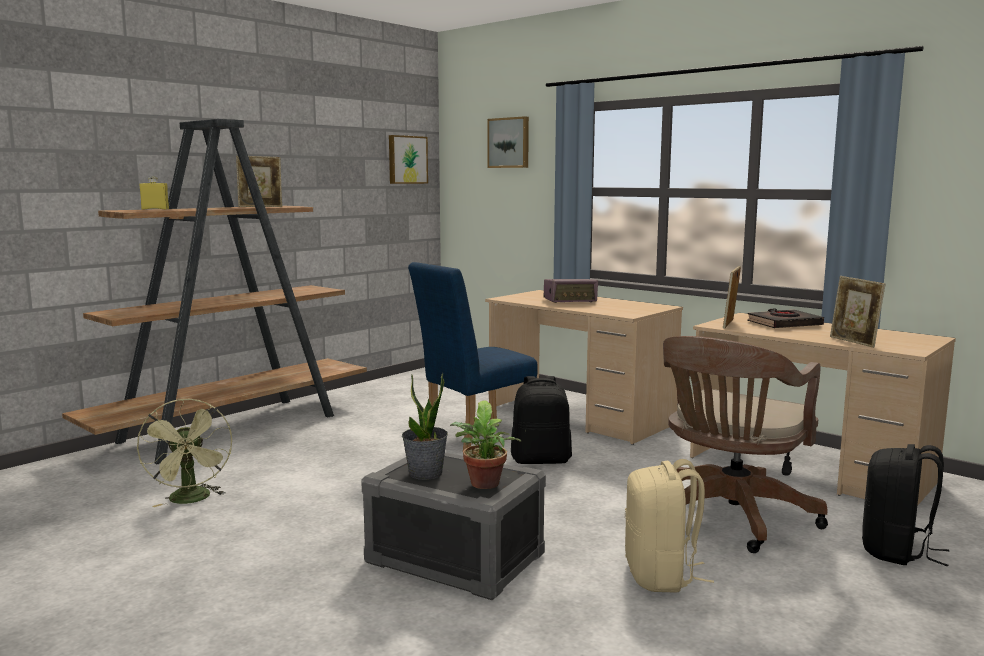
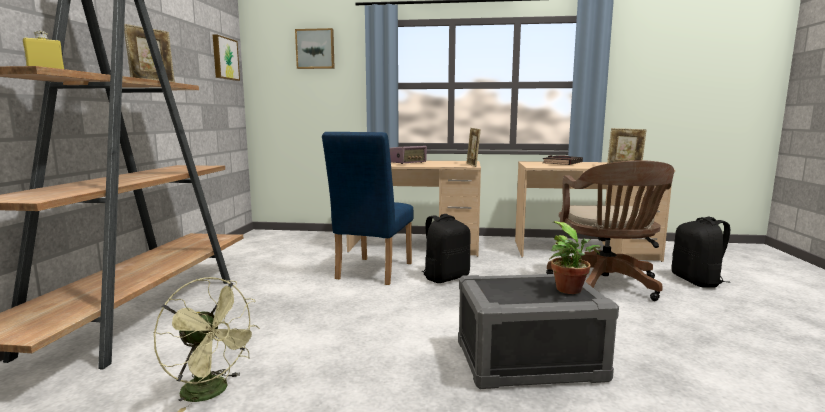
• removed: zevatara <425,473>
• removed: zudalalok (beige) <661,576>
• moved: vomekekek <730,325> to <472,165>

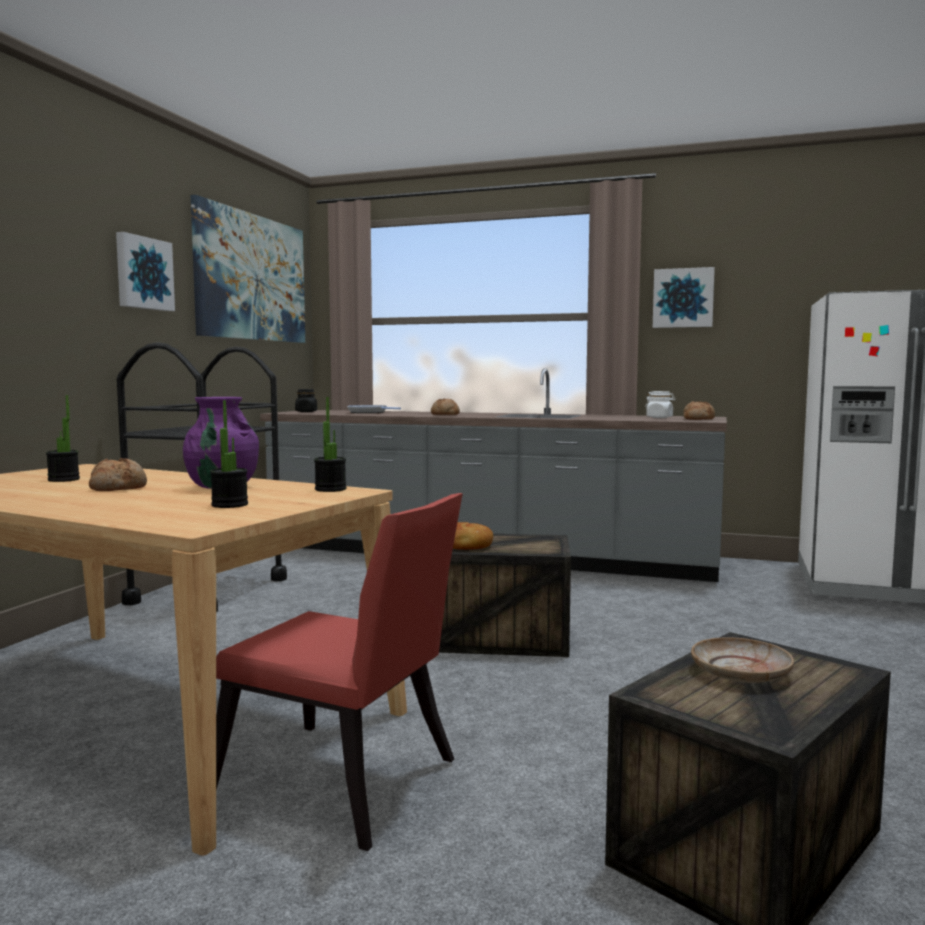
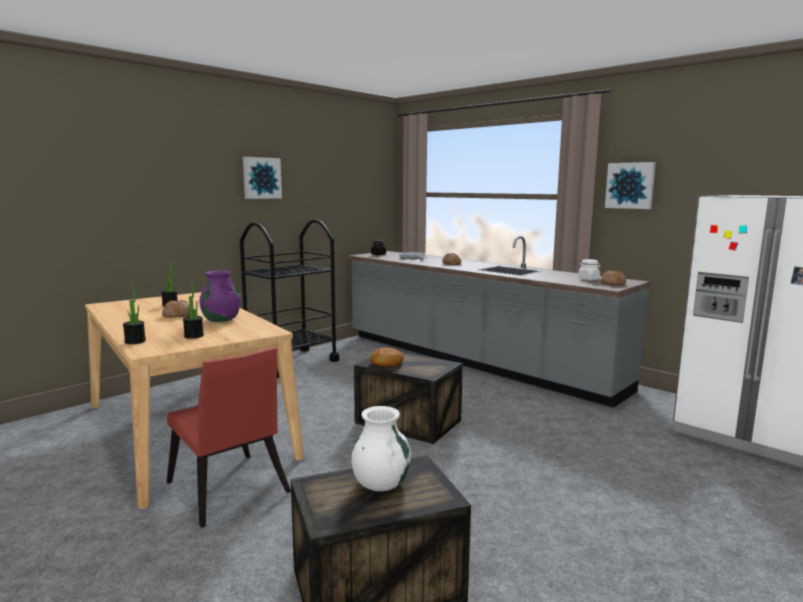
• removed: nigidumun <252,277>
• moved: zevatara <330,489> to <135,341>
• replaced: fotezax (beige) <741,672> to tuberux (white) <380,483>

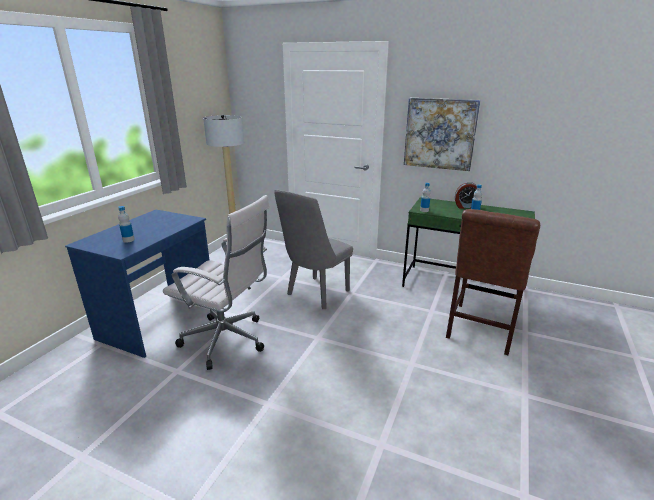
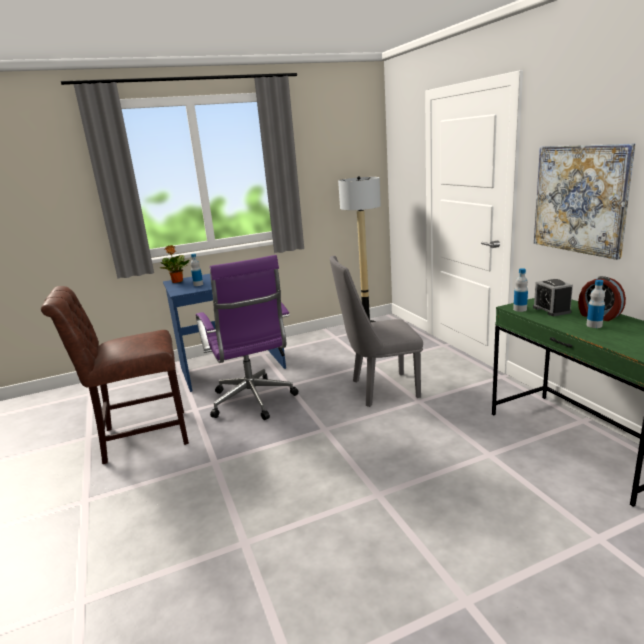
• recoloured: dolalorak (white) <228,341> to dolalorak (purple) <253,402>
• moved: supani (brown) <480,330> to <139,437>
• added: zevatara <177,281>
• added: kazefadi <551,310>

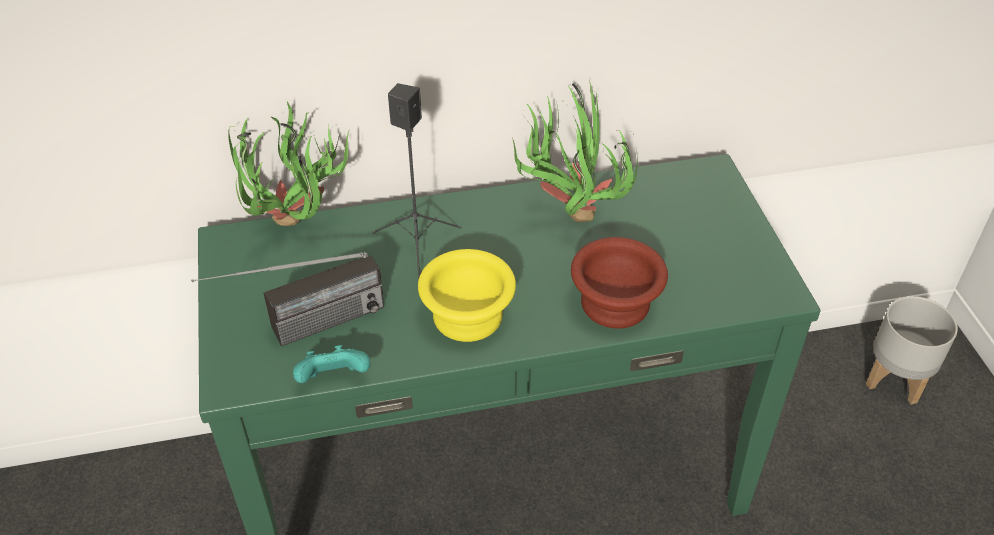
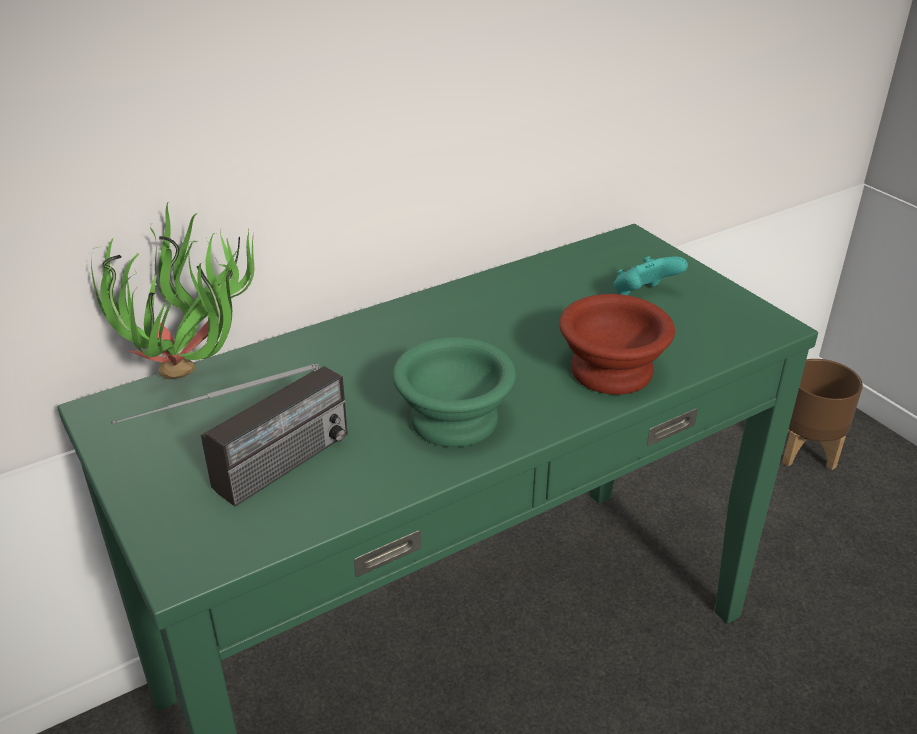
• moved: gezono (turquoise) <334,379> to <643,296>
• removed: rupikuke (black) <418,246>
• recoloured: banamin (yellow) <465,318> to banamin (green) <452,422>
• removed: zevatara <567,215>
• recoloured: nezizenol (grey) <897,379> to nezizenol (brown) <807,451>

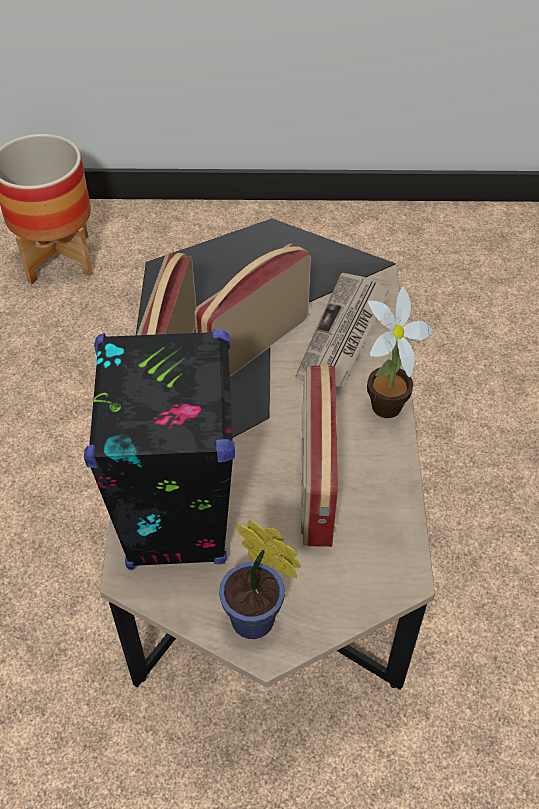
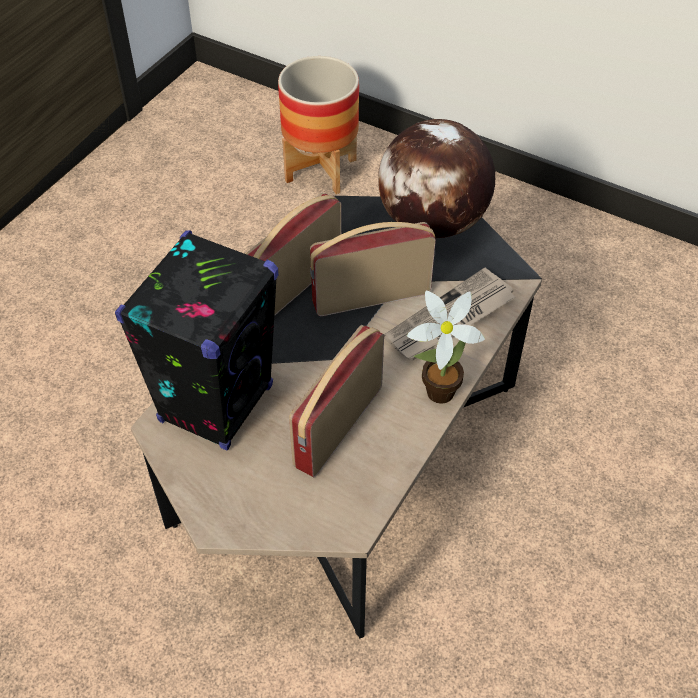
• removed: zevatara <258,623>
• added: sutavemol <433,223>

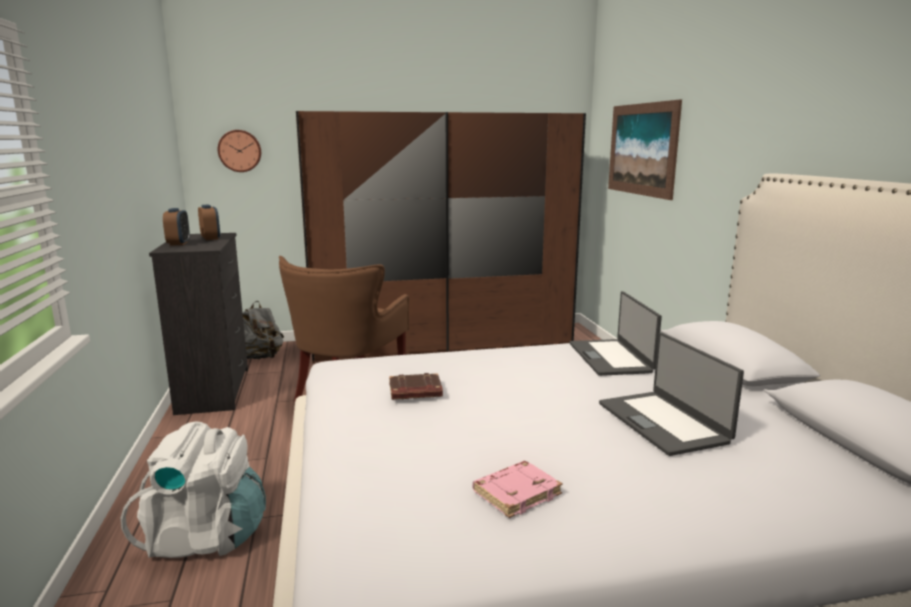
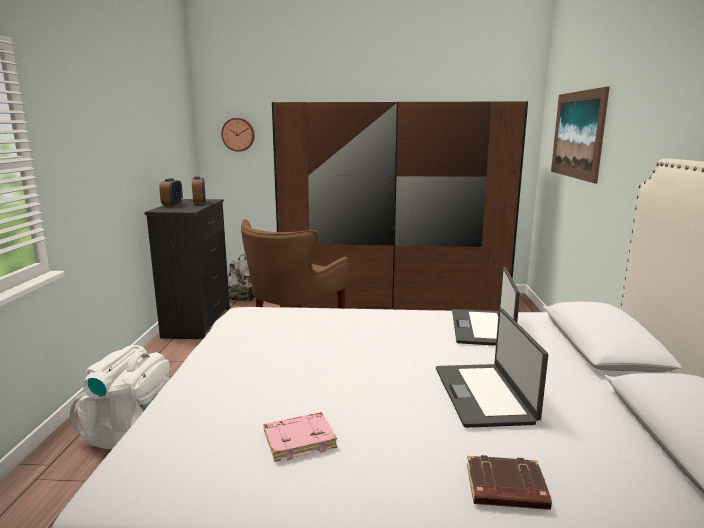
• moved: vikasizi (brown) <415,392> to <505,489>

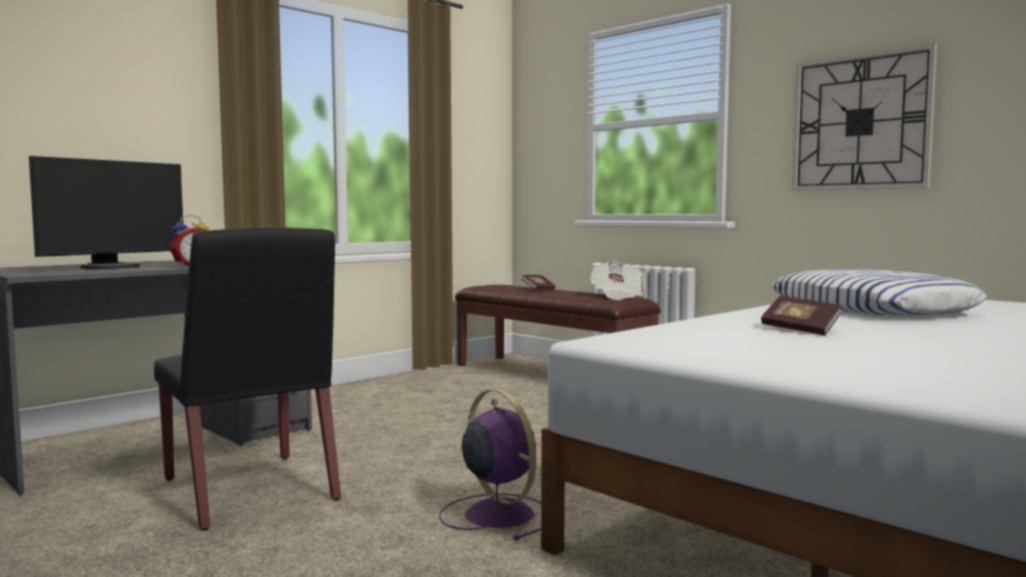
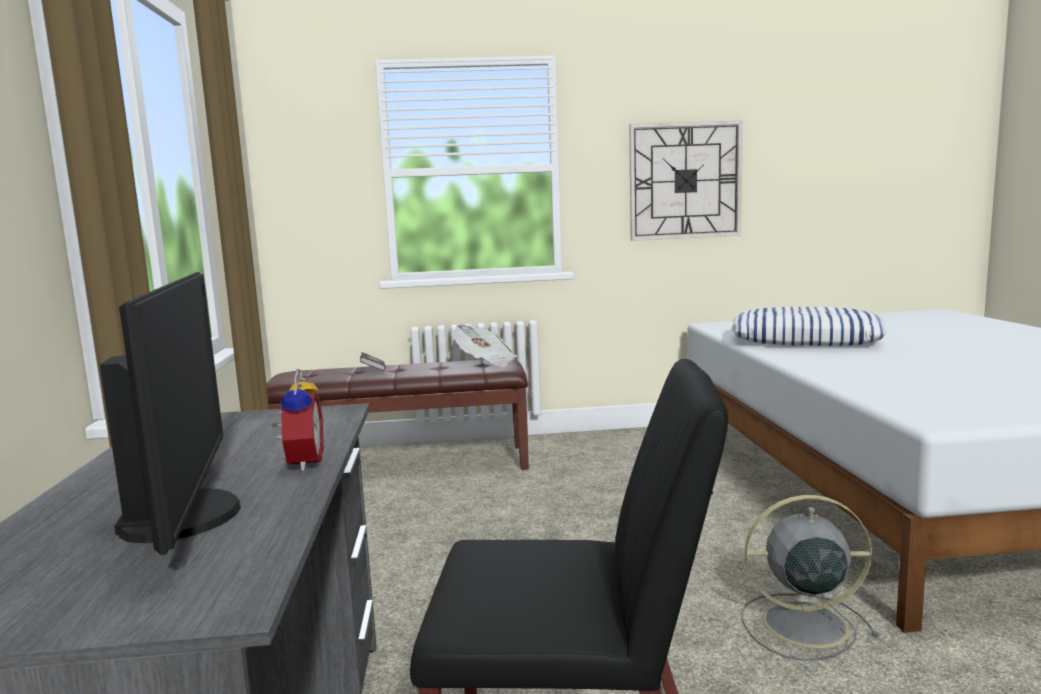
• recoloured: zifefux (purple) <497,514> to zifefux (grey) <800,624>
• removed: vikasizi <800,330>

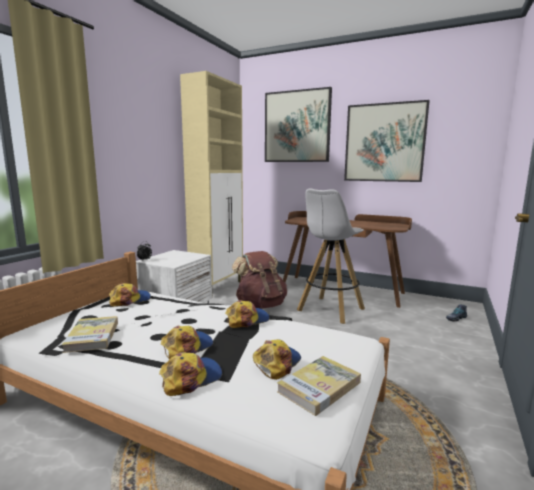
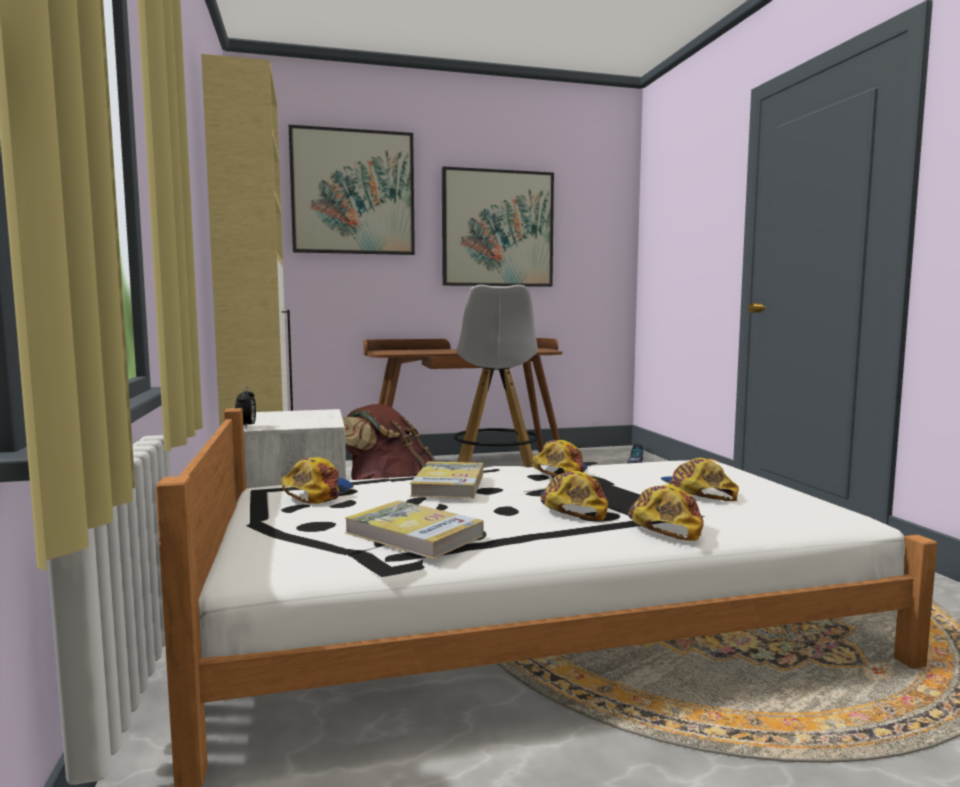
• moved: vikasizi <319,387> to <449,484>

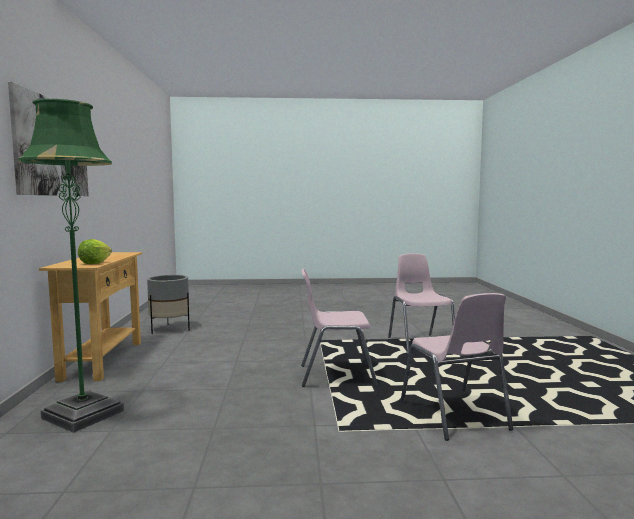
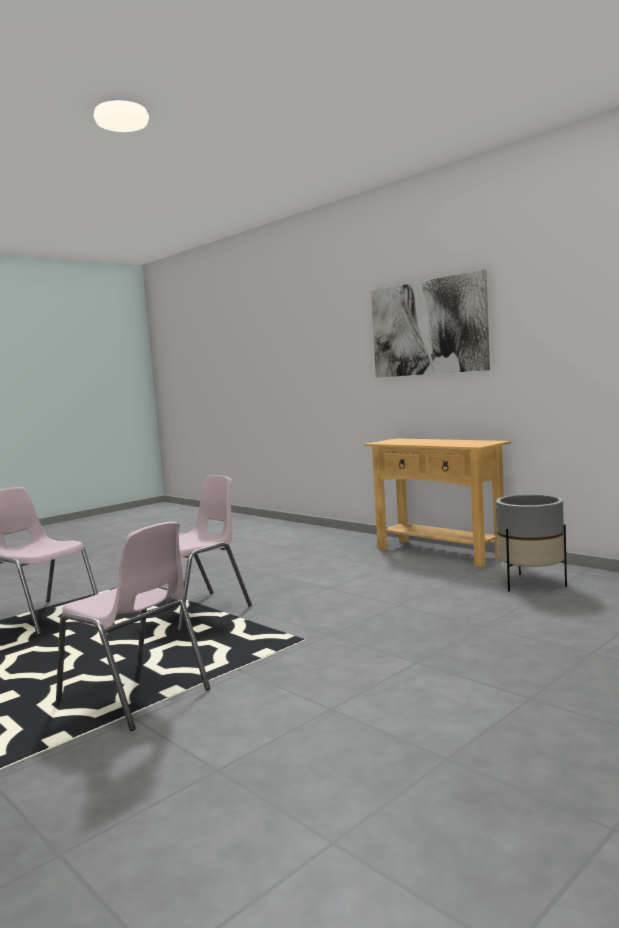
• removed: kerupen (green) <83,415>
• removed: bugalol <95,263>

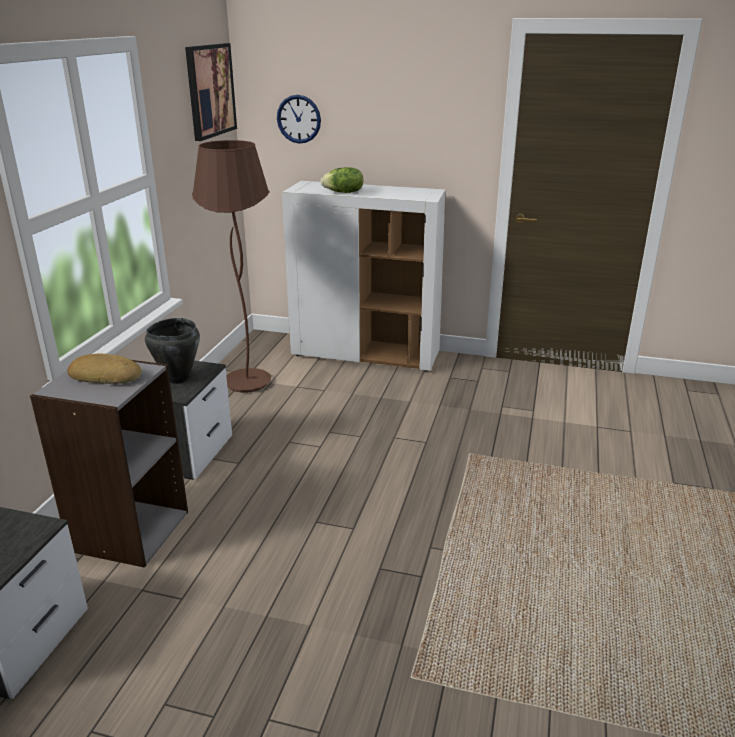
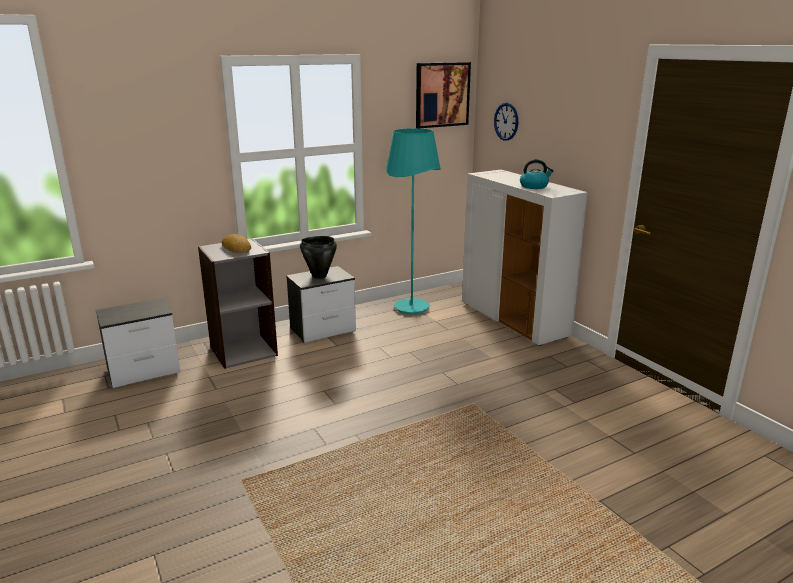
• recoloured: kerupen (brown) <247,382> to kerupen (turquoise) <411,308>
• removed: bugalol <344,192>
• added: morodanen <534,186>

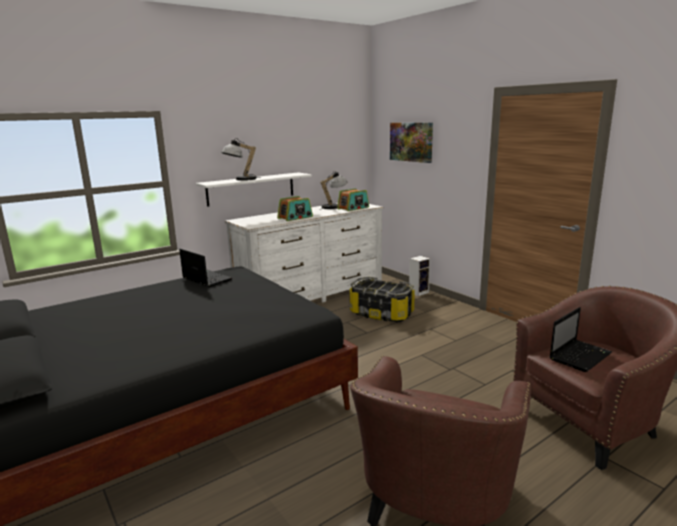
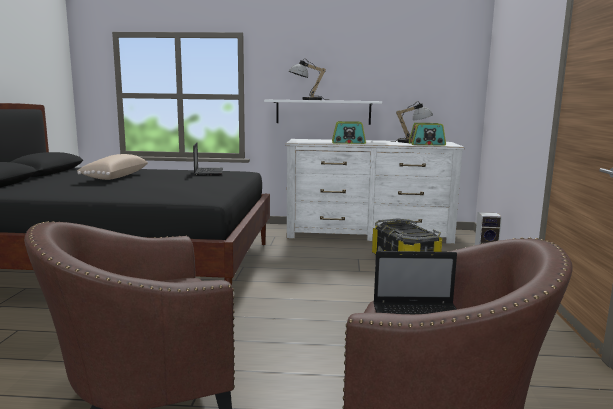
• removed: nigidumun <411,142>
• added: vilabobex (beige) <114,177>

